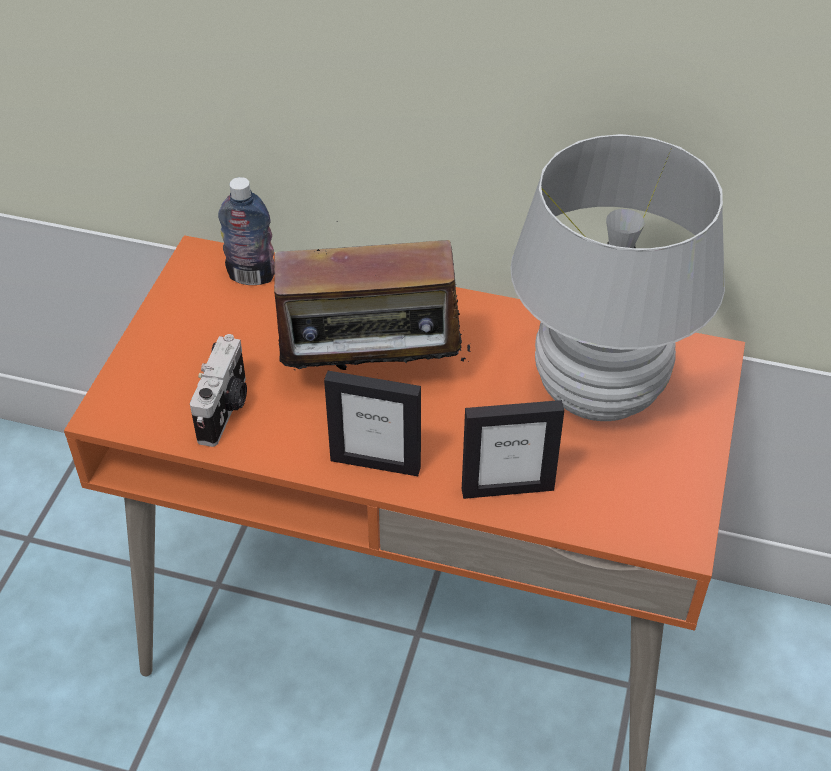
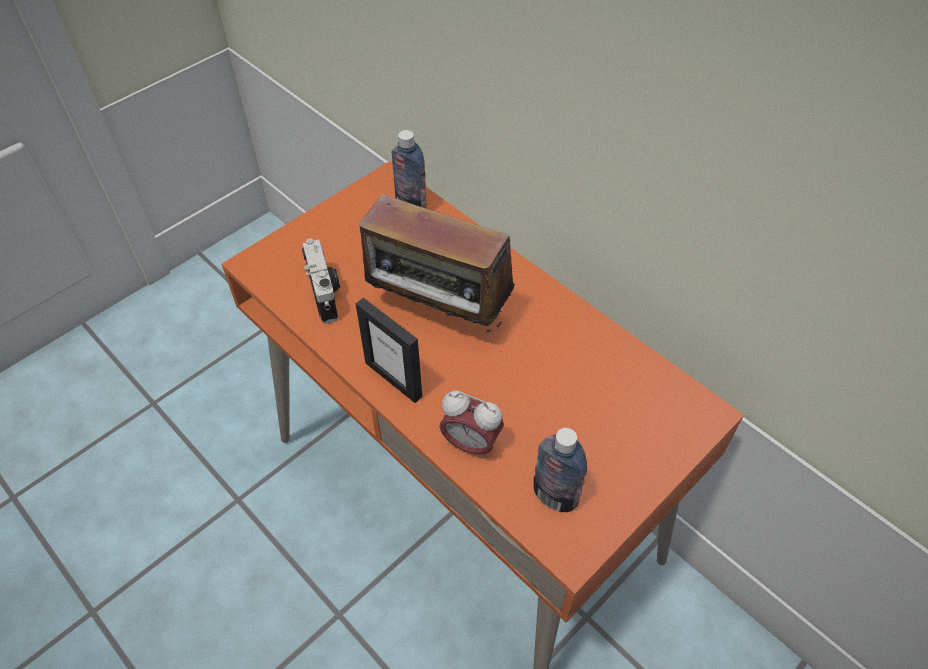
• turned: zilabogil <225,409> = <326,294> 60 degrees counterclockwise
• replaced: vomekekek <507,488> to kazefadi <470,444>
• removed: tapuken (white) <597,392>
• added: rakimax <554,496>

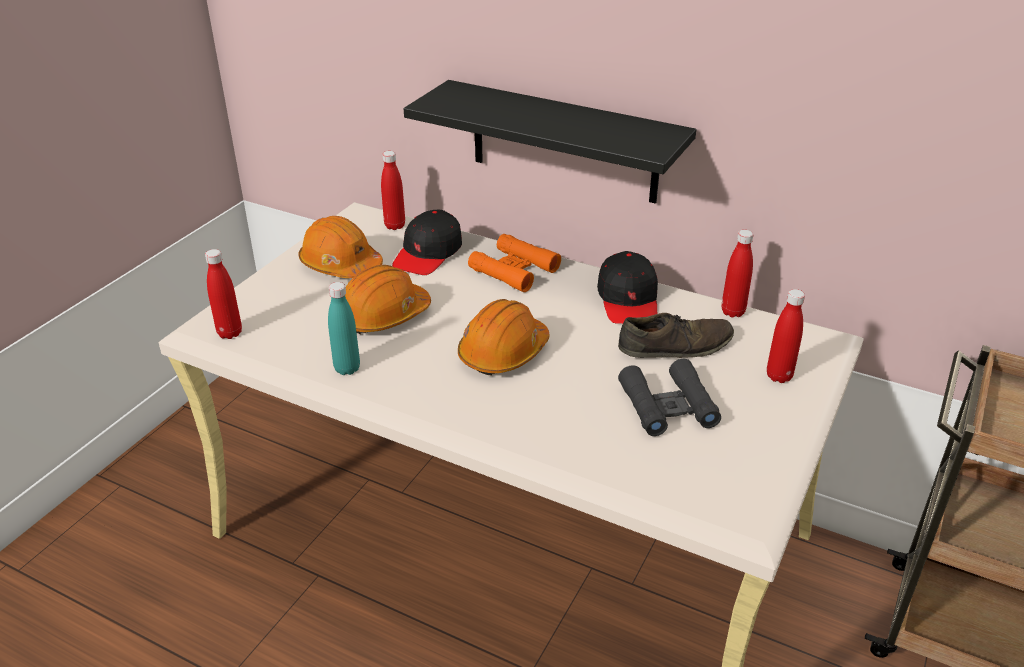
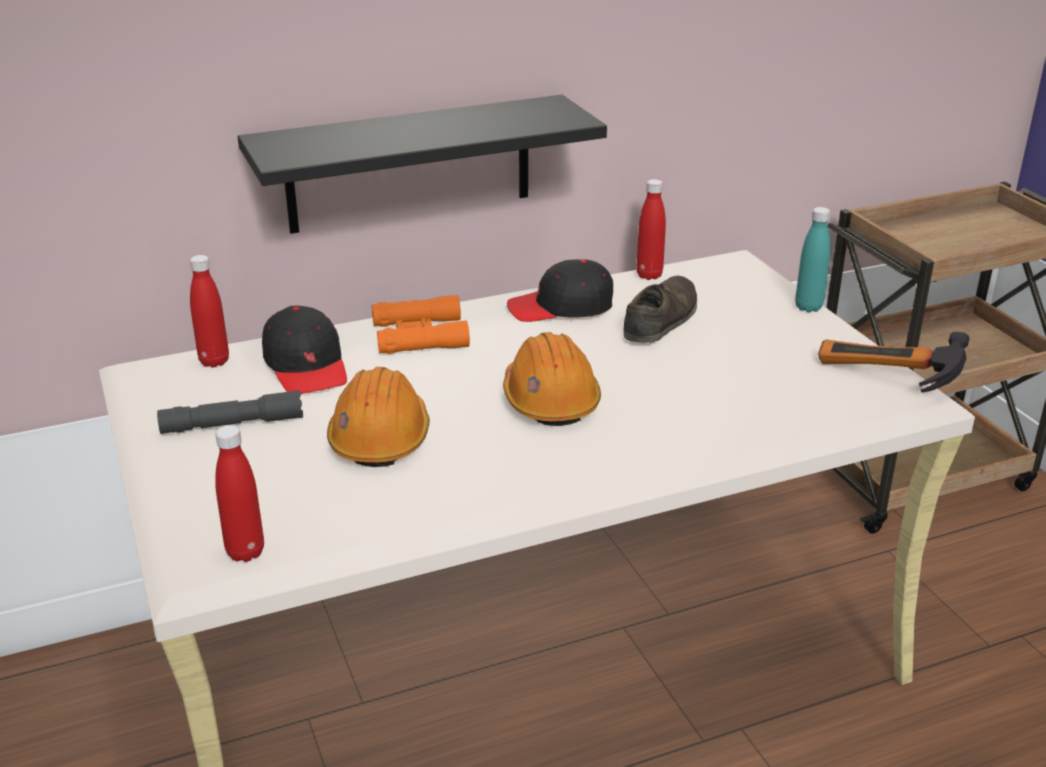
• replaced: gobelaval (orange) <340,265> to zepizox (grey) <232,424>
• moved: rakimax (turquoise) <347,368> to <808,307>
• turned: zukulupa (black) <628,300> = <561,307> 135 degrees clockwise
• removed: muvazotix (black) <667,406>
• removed: rakimax (red) <779,376>
• added: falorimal <884,382>

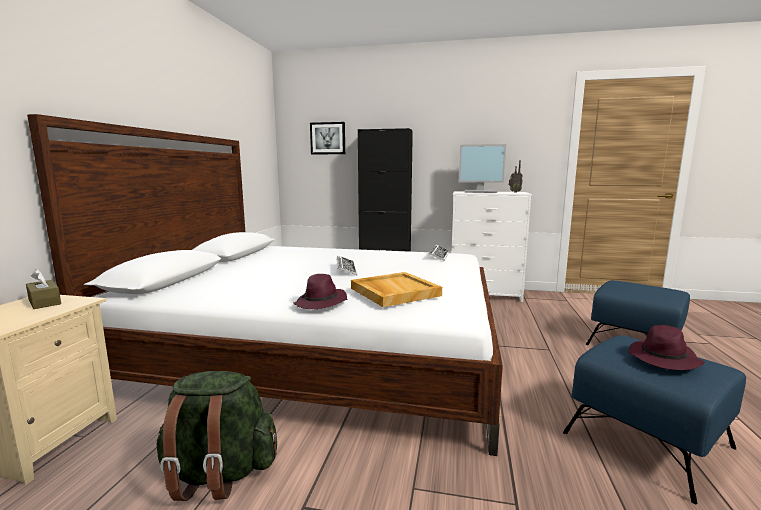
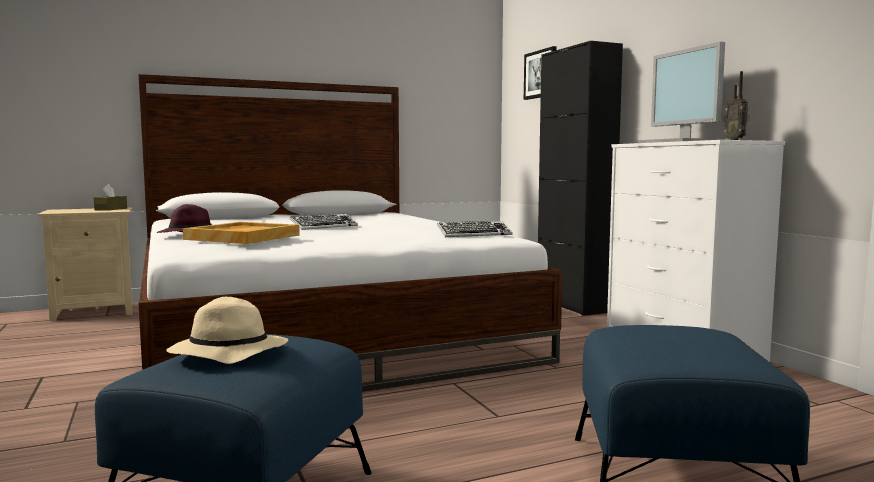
• removed: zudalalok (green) <219,473>
• recoloured: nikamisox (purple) <664,359> to nikamisox (beige) <226,353>

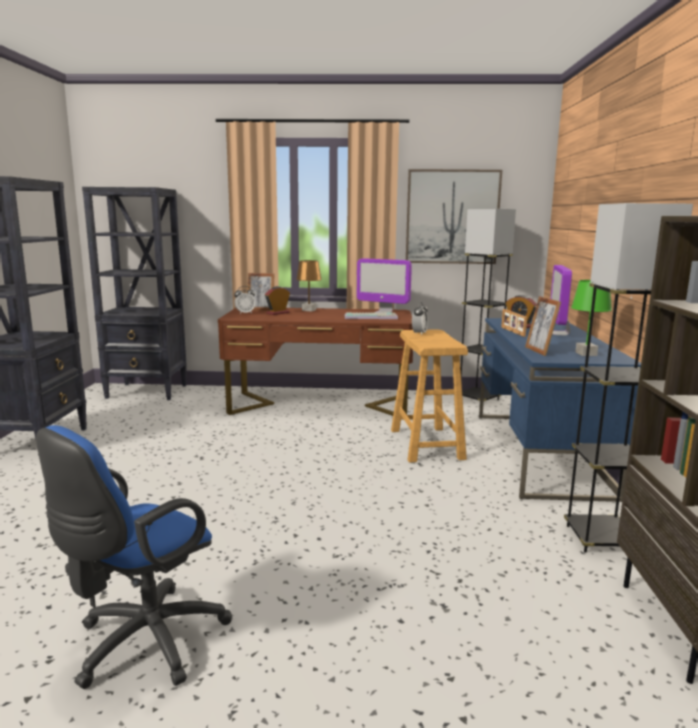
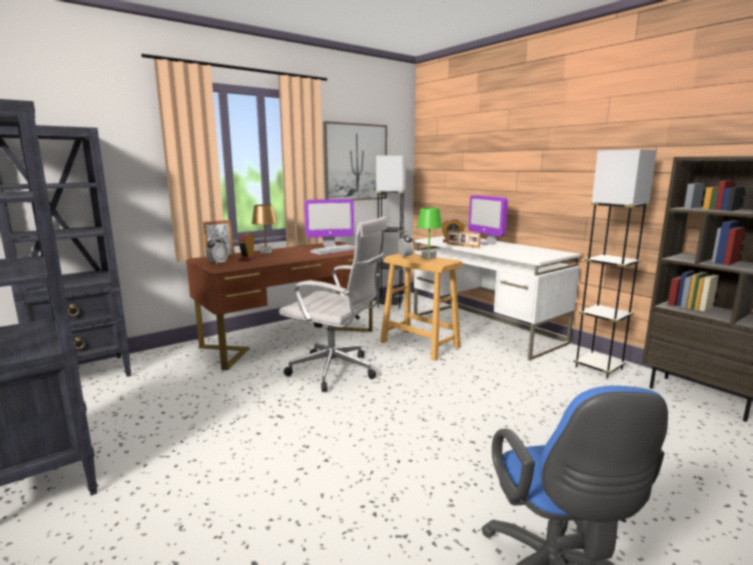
• recoloured: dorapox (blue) <539,453> to dorapox (white) <486,329>
• removed: vomekekek <540,351>
• moved: tapuken (green) <585,354> to <428,257>
• added: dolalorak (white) <336,371>

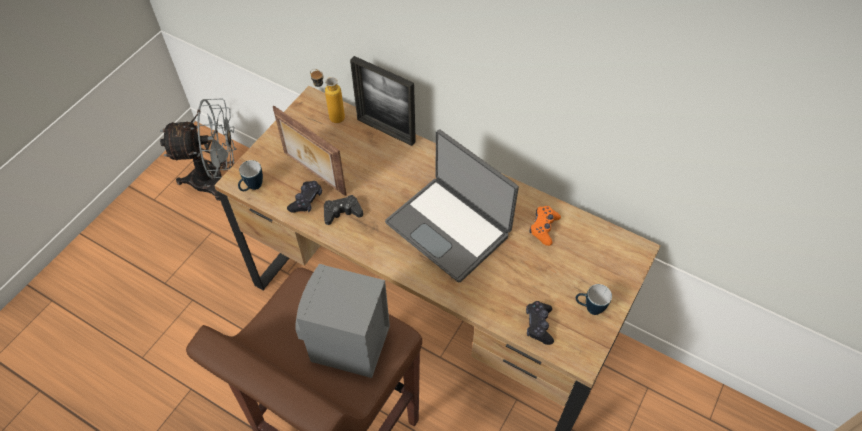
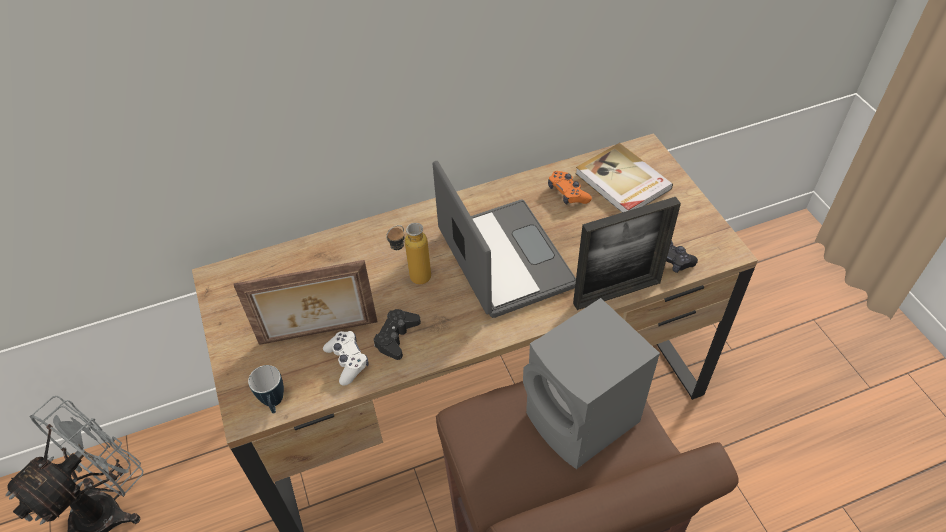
• recoloured: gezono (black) <306,201> to gezono (white) <347,361>
• moved: rakimax <331,116> to <412,281>
• moved: vomekekek <386,130> to <617,293>
• turned: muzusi <449,228> = <502,260> 105 degrees counterclockwise
• removed: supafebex <589,308>
• added: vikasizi <622,182>

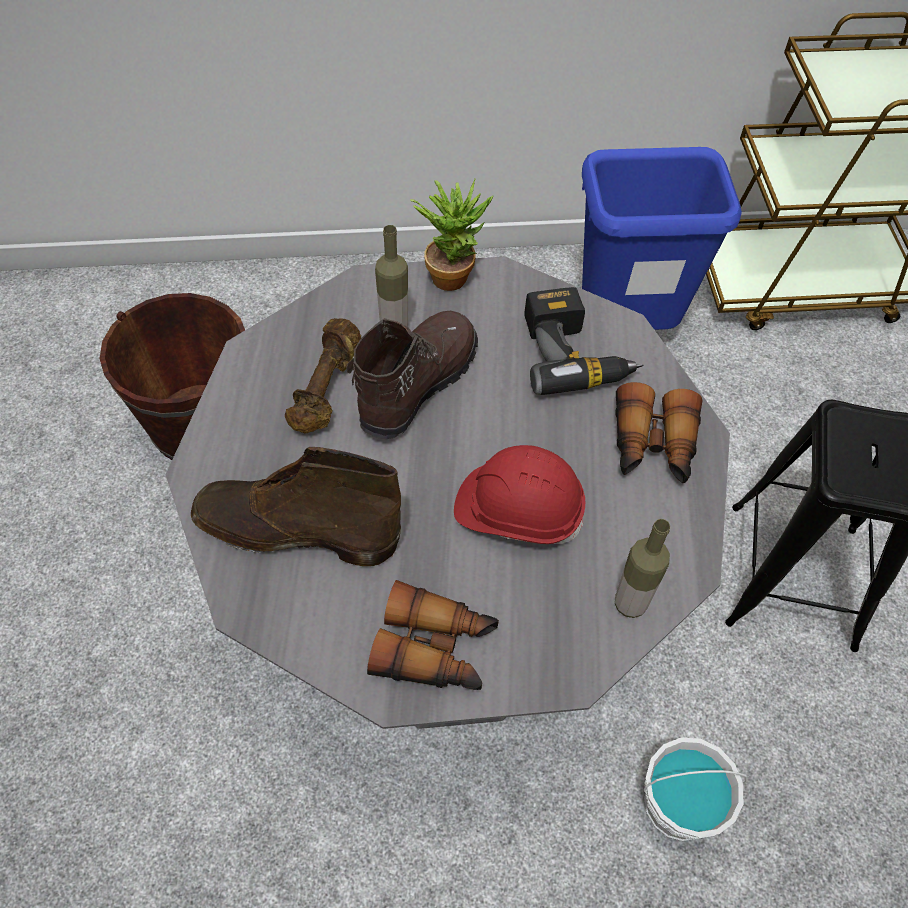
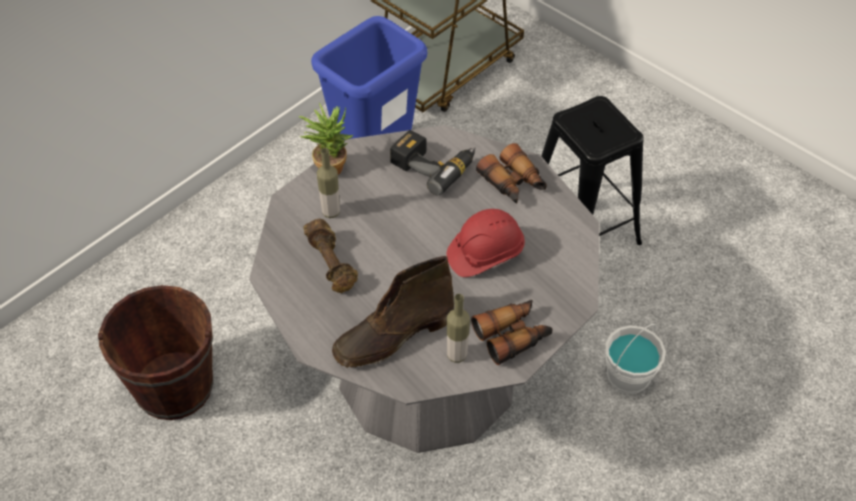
• removed: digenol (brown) <416,385>
• moved: rakimax <630,604> to <457,355>

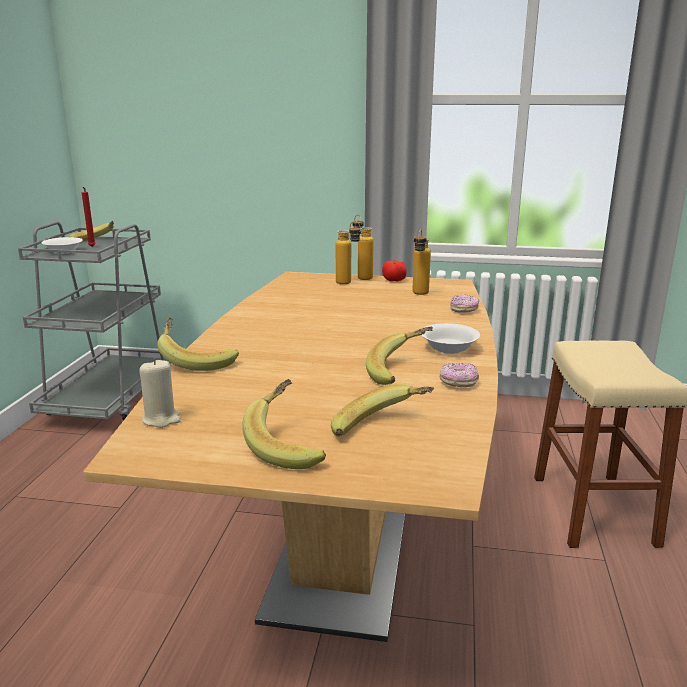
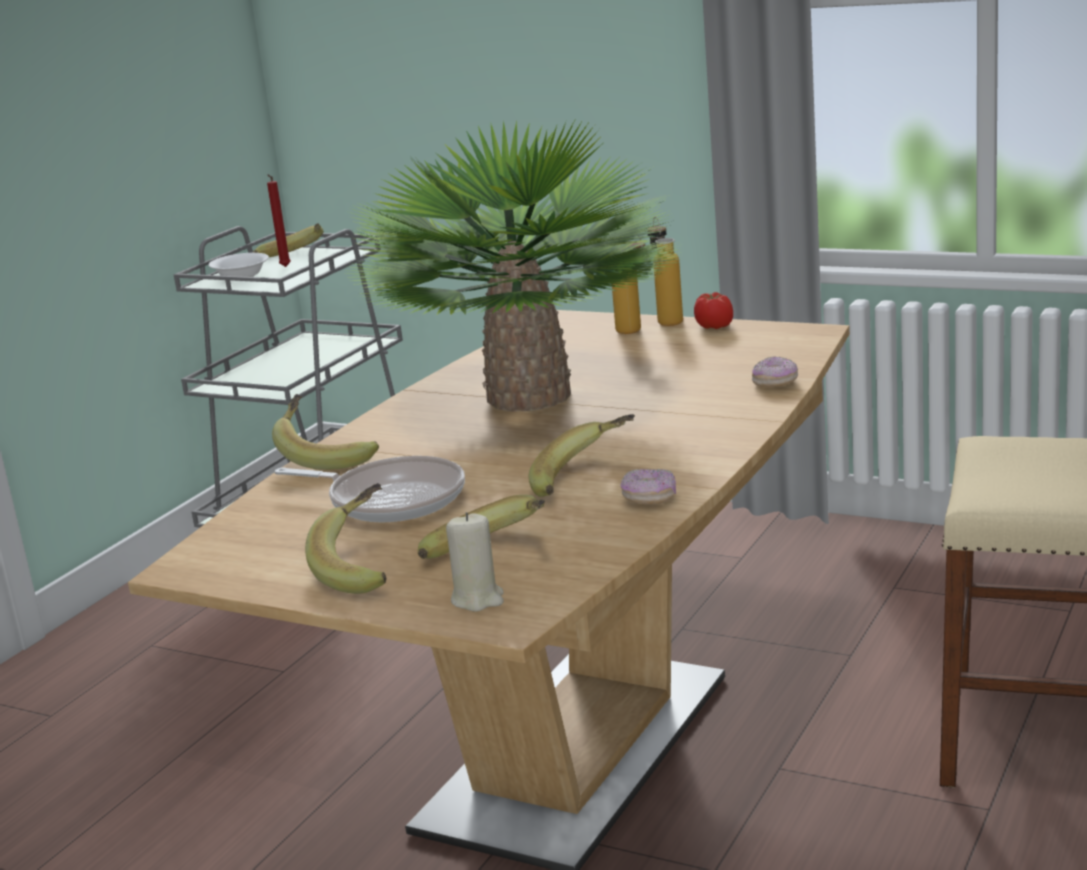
• moved: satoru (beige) <161,419> to <478,599>
• removed: rakimax <419,294>
• removed: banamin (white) <449,348>
• added: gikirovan <390,499>
• added: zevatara <529,396>

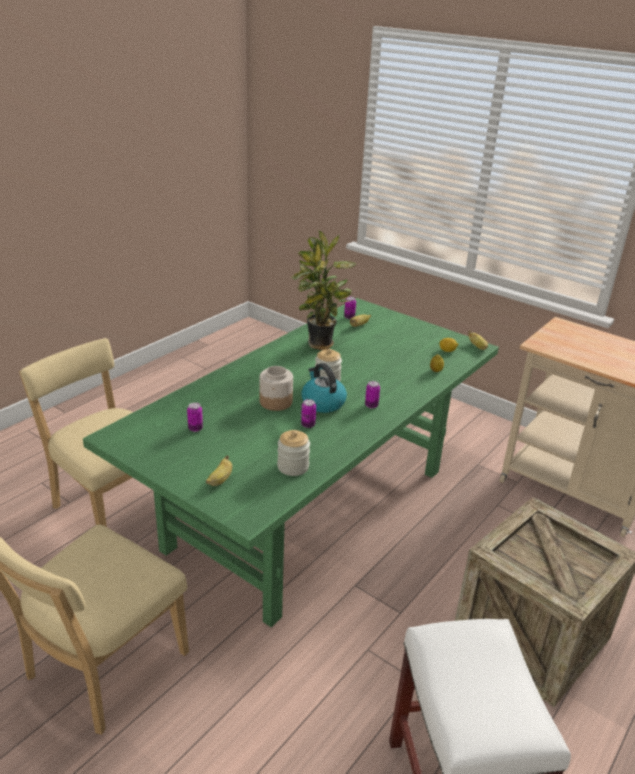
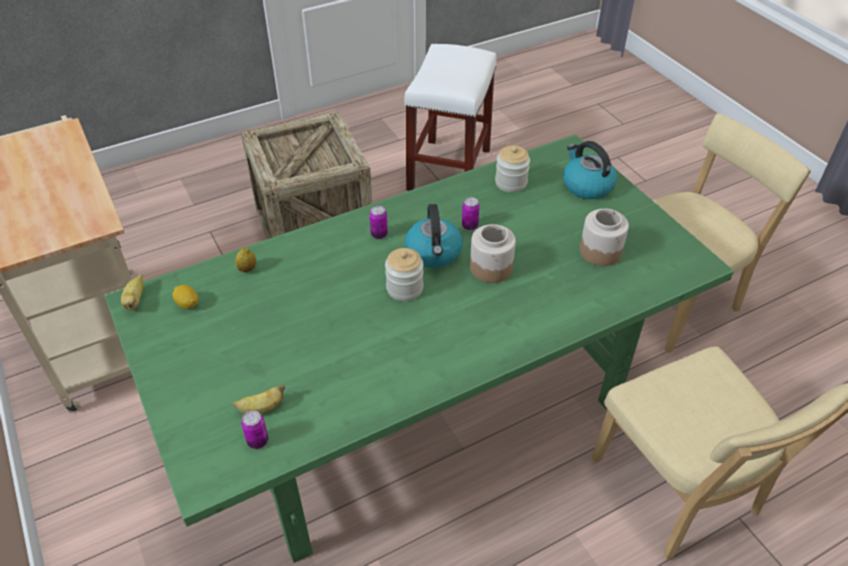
• replaced: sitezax <195,428> to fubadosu <600,251>
• replaced: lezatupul <220,480> to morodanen <586,185>
• removed: zevatara <320,345>

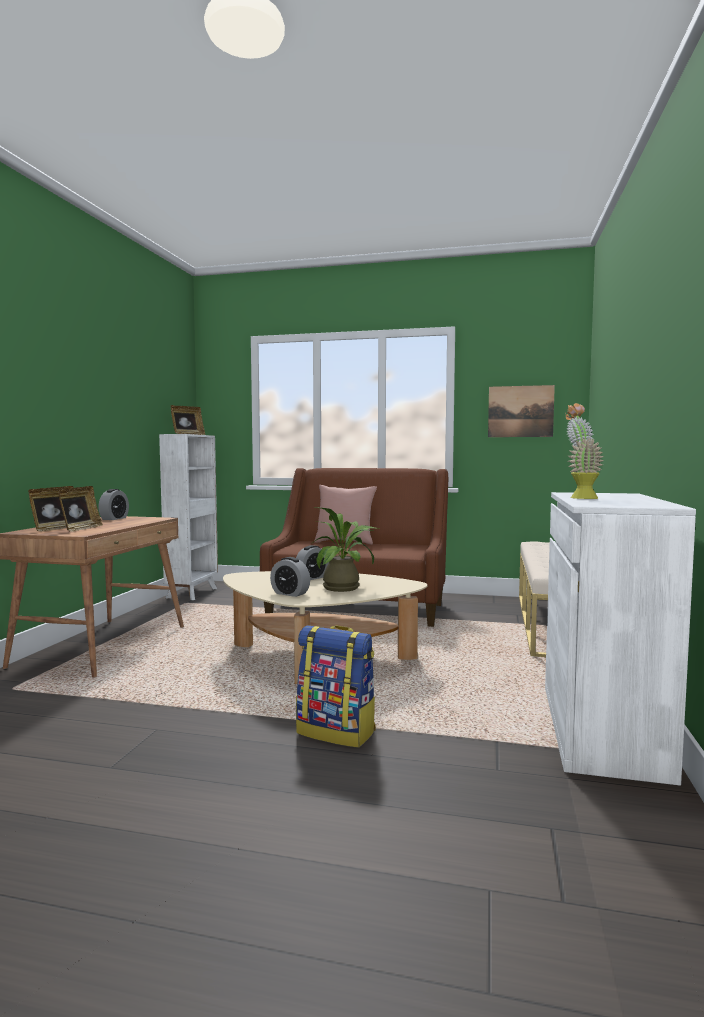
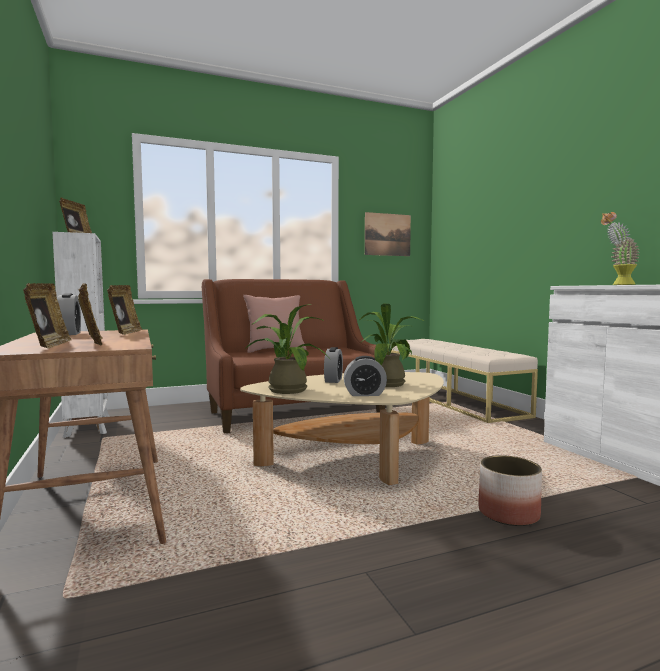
• replaced: zudalalok <337,732> to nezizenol <508,513>
• added: vomekekek <125,333>
• added: zevatara <285,389>

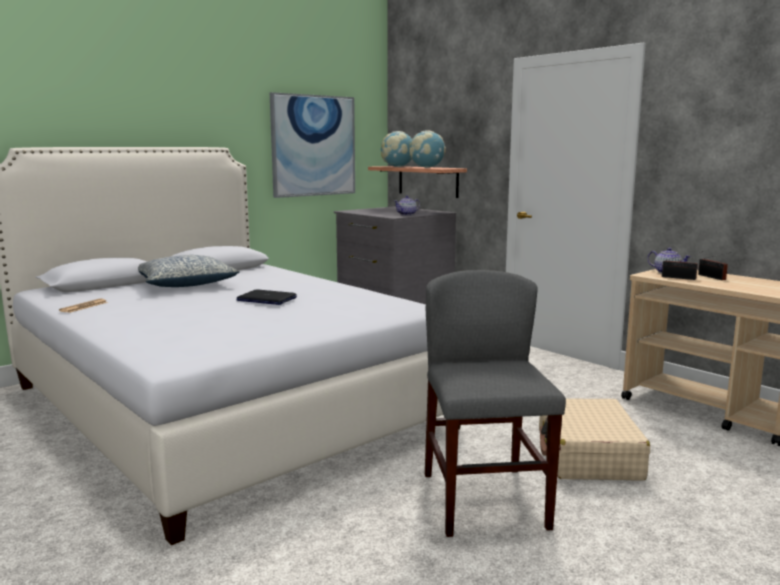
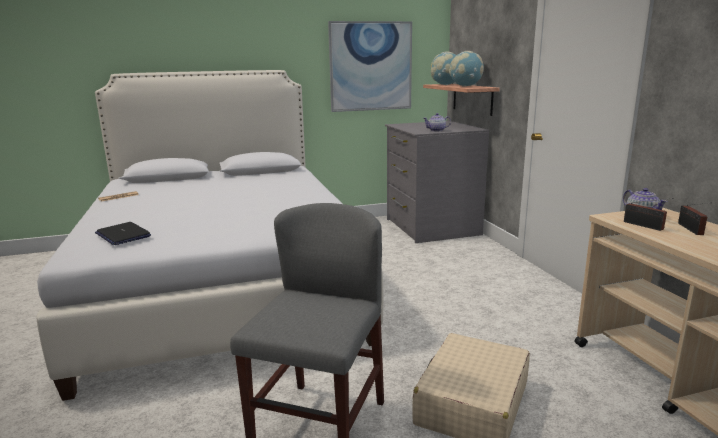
• removed: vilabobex <186,284>
• moved: muzusi <266,299> to <123,235>

